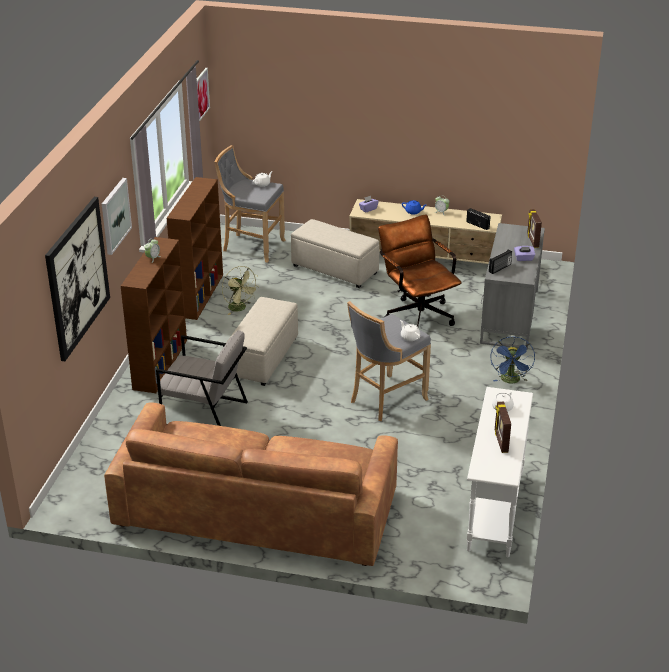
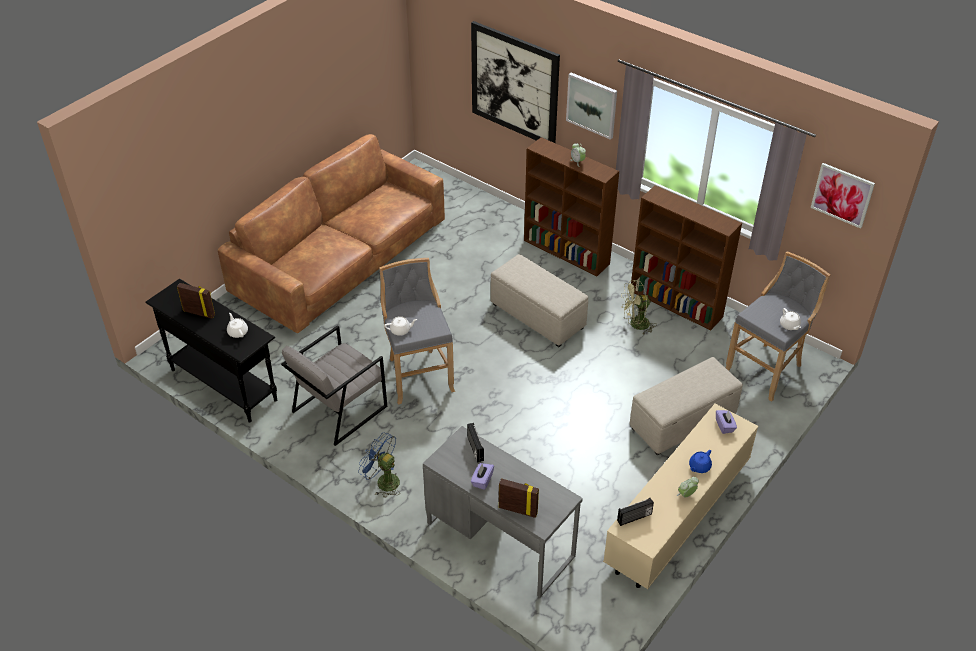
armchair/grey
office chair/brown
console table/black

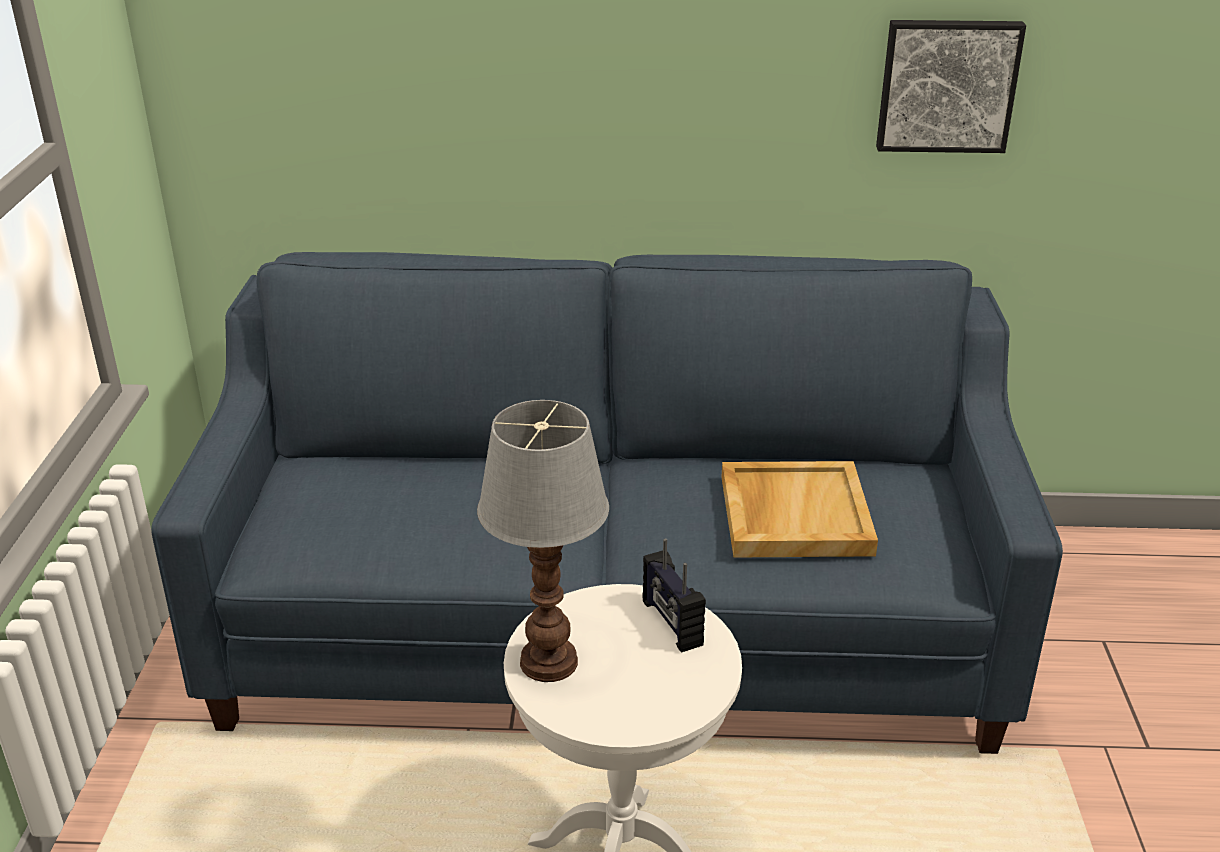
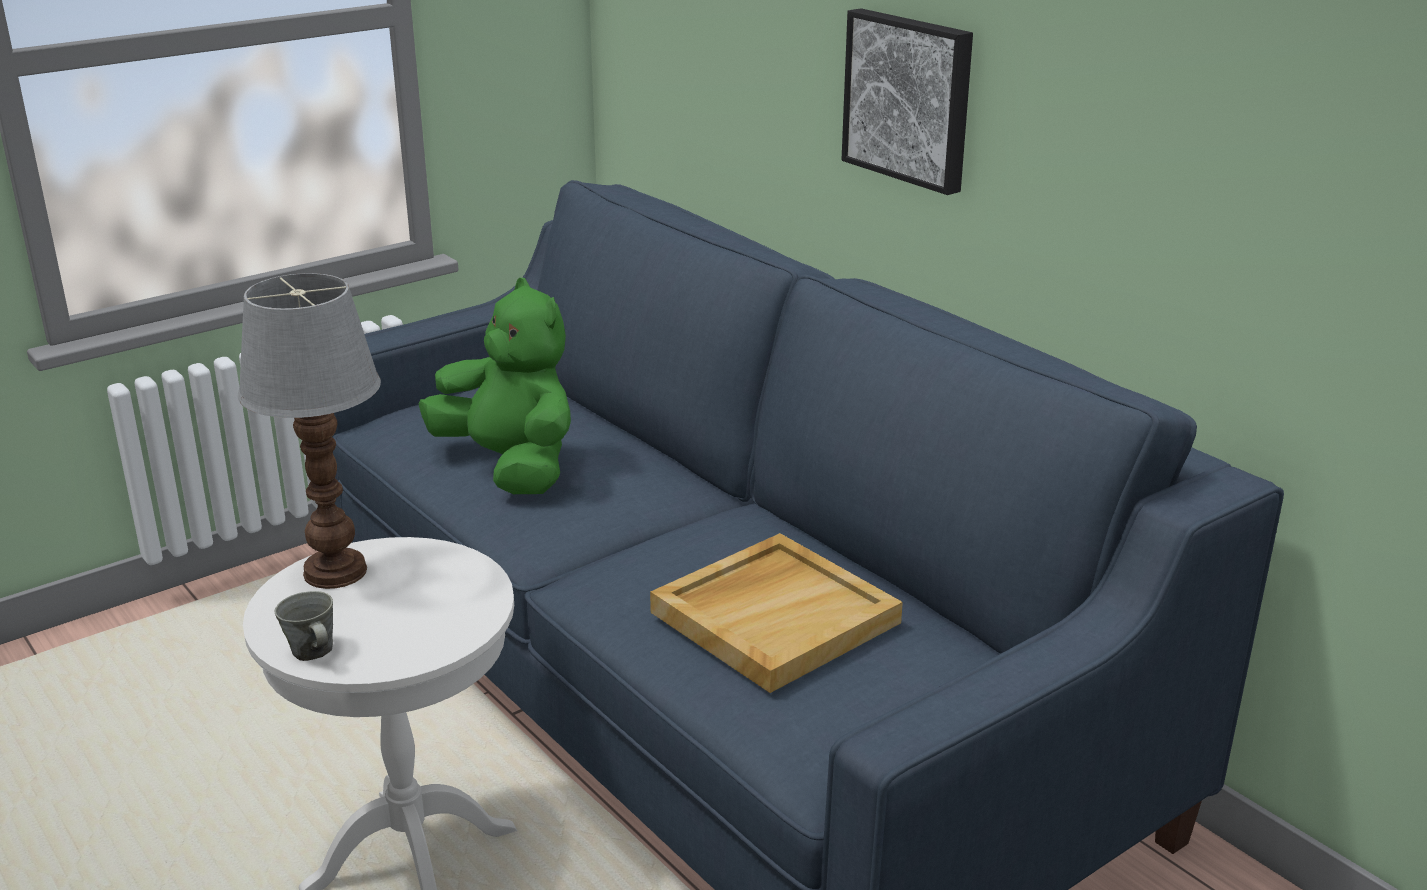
radio
picture
mug/grey
plush toy/green

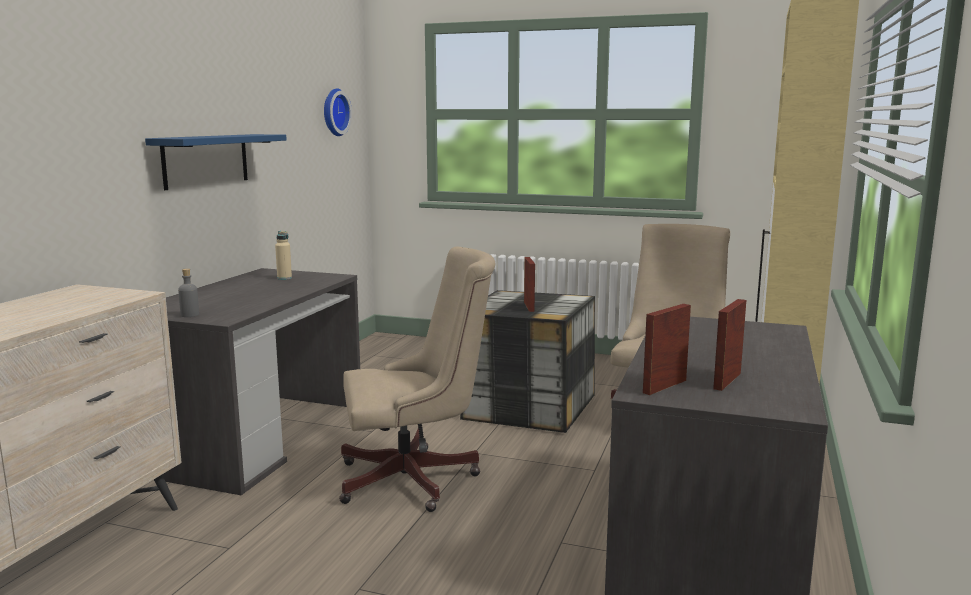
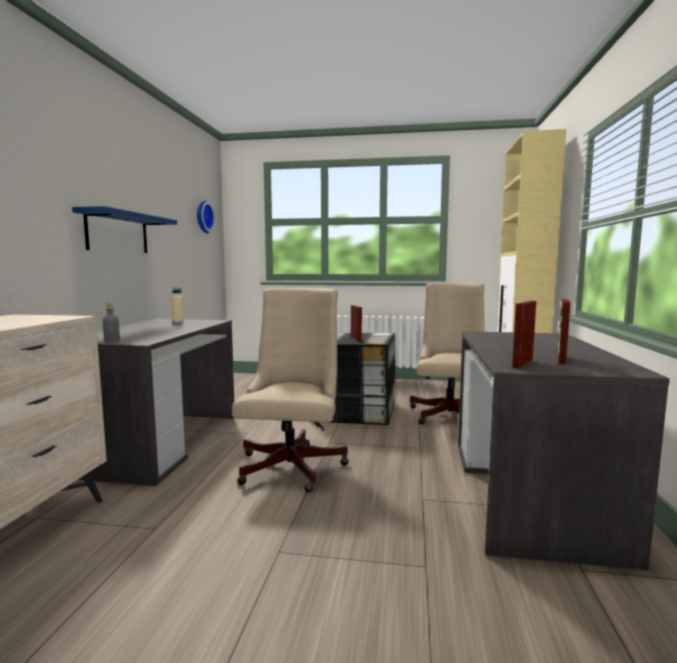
office chair/beige (no. 1 from left)

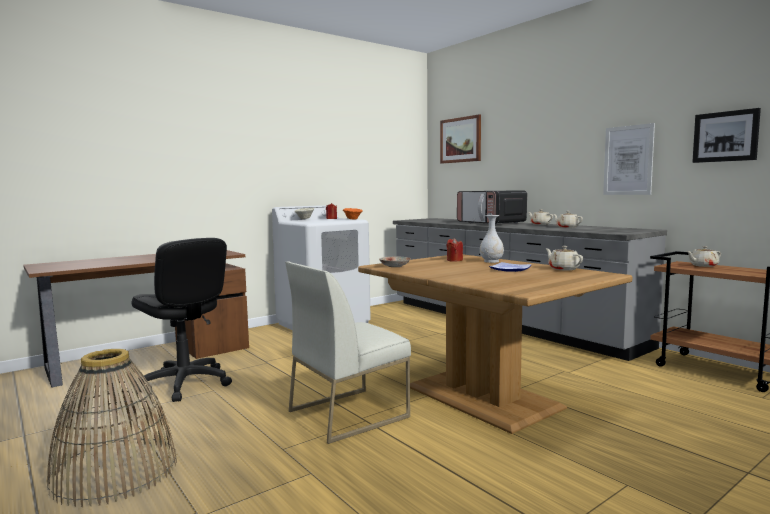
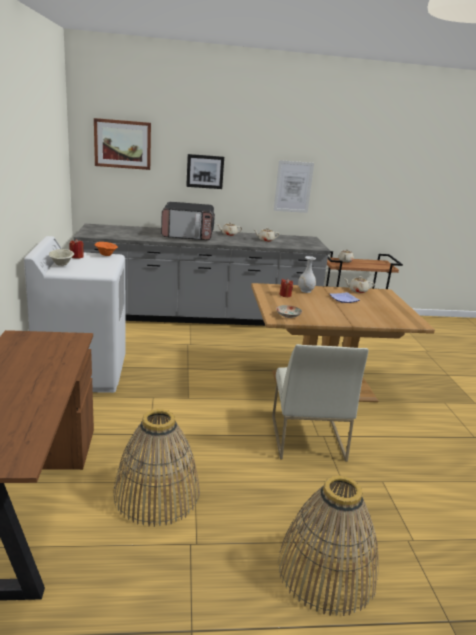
basket (no. 1 from left)
picture (no. 2 from left)

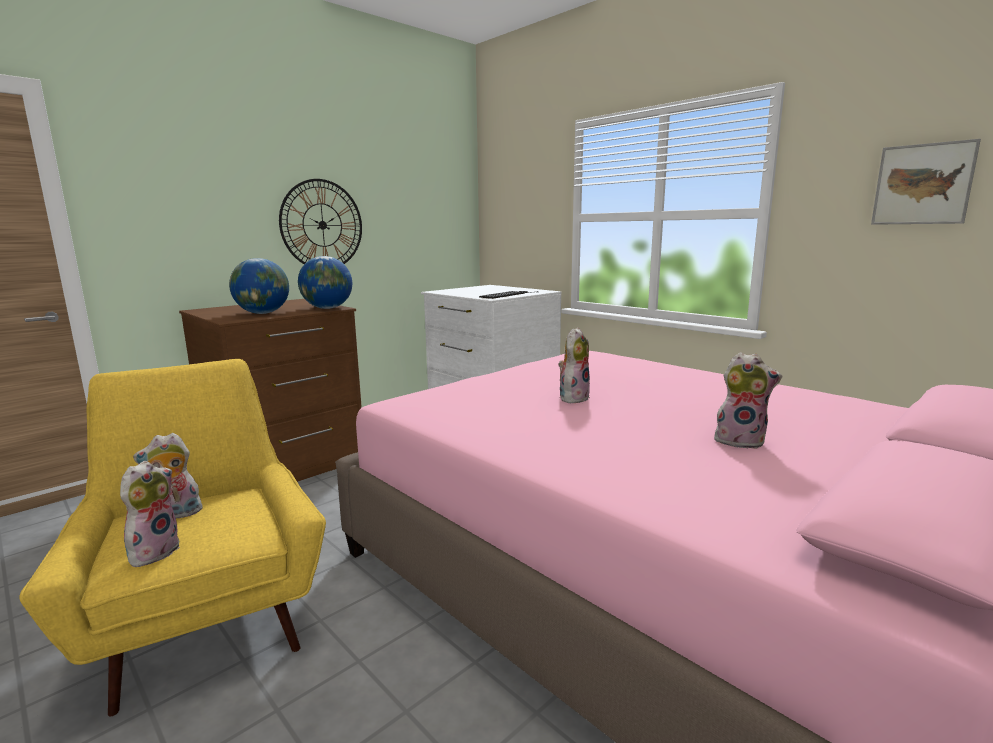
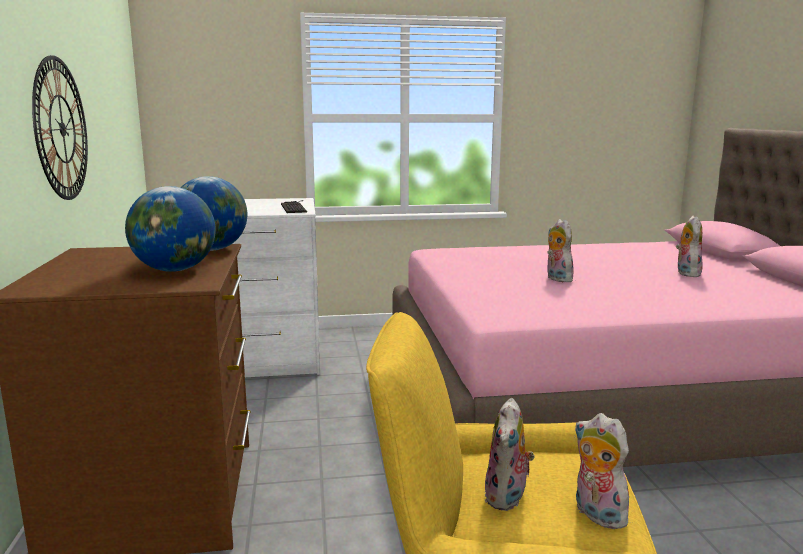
plush toy (no. 4 from left)
picture

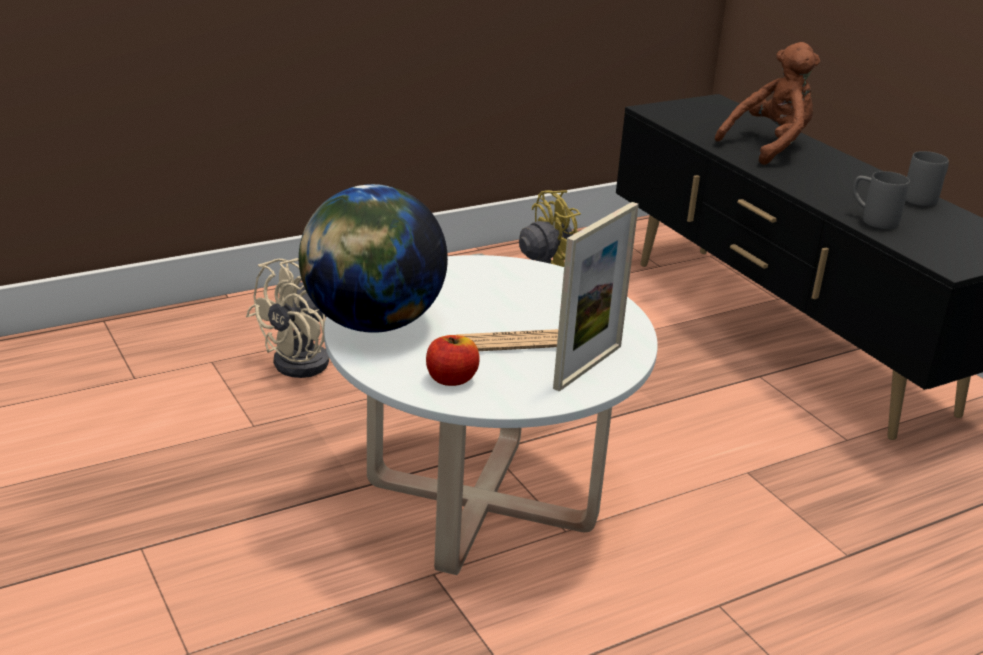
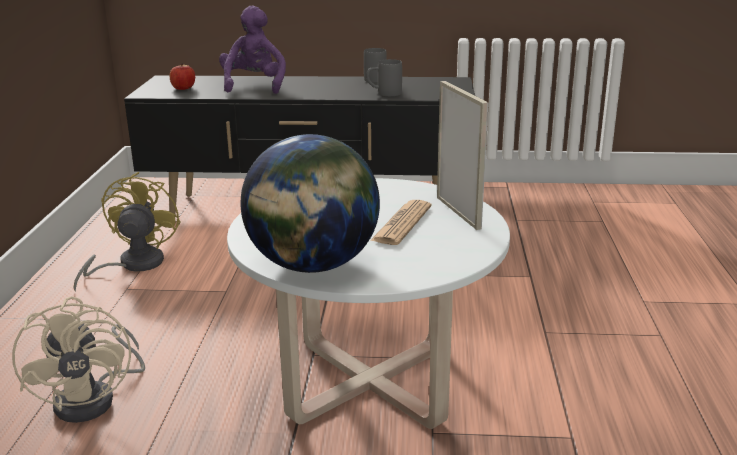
apple
plush toy/purple

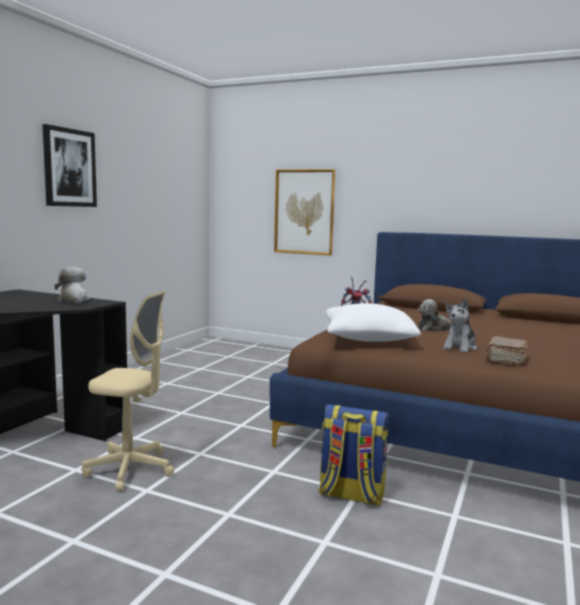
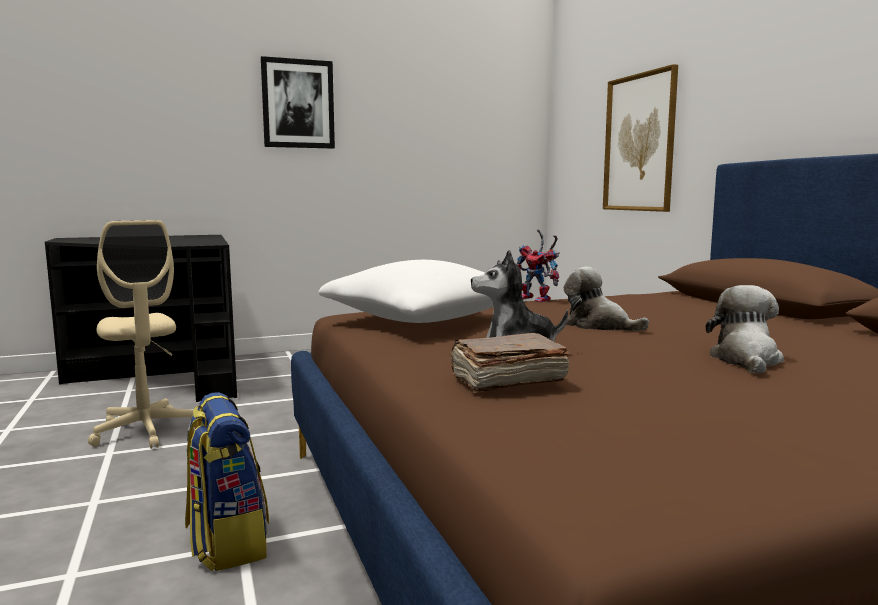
plush toy (no. 3 from left)

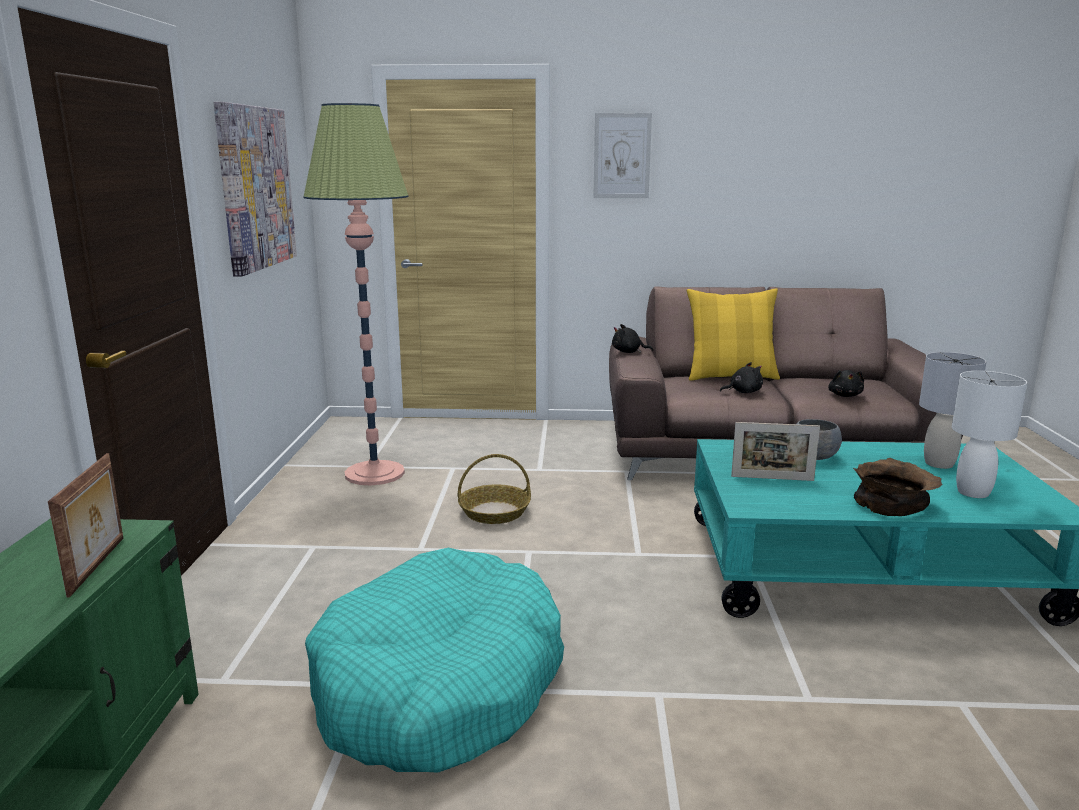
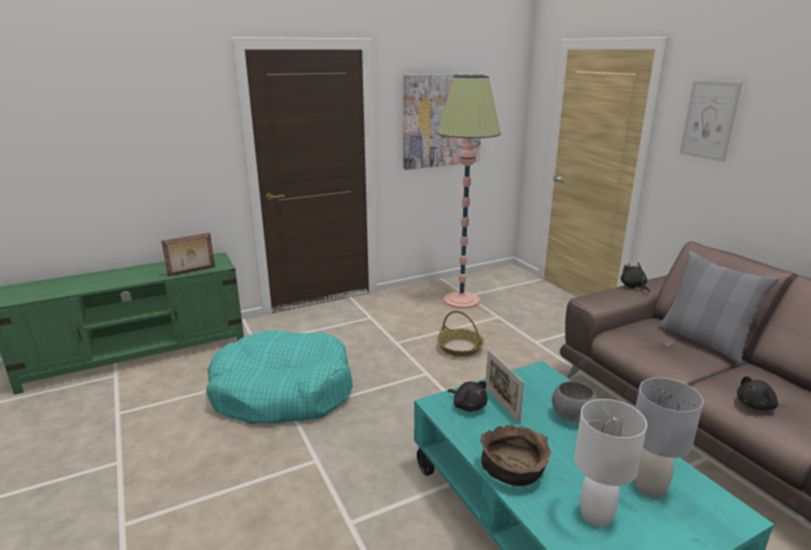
pillow/grey
plush toy/black (no. 1 from left)

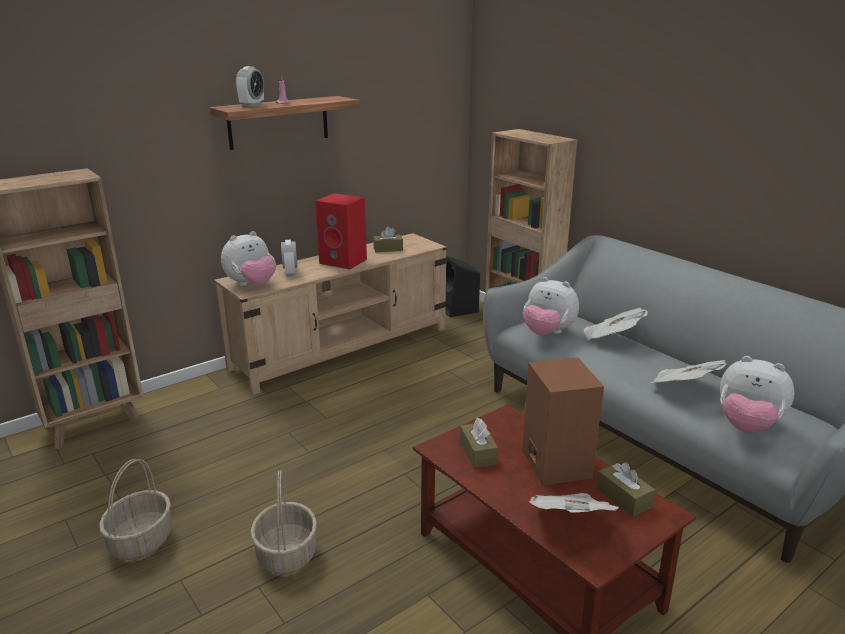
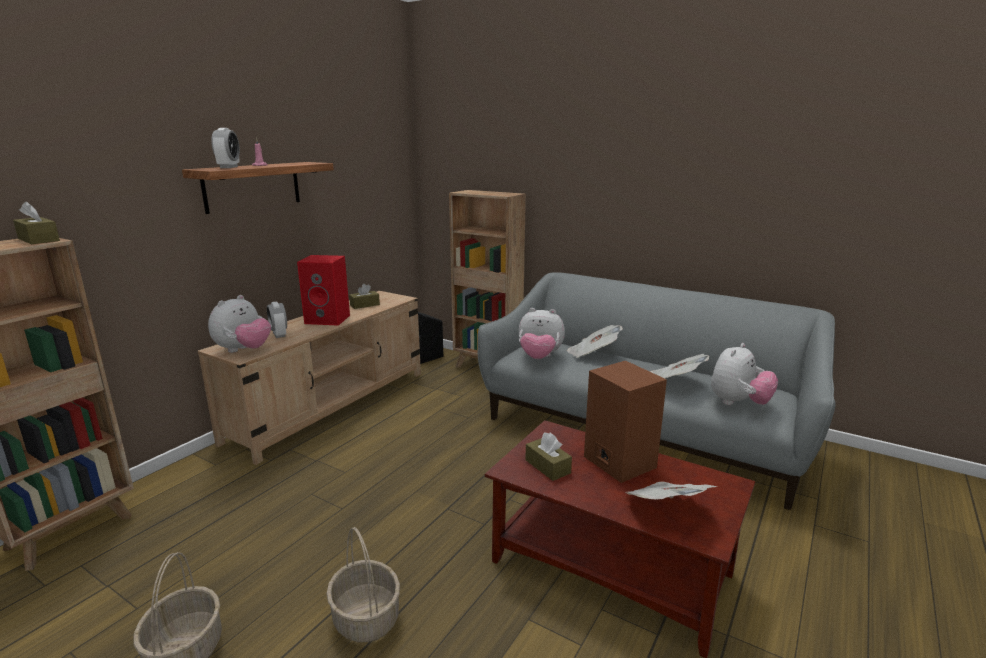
tissue box/brown (no. 1 from left)
plush toy (no. 3 from left)

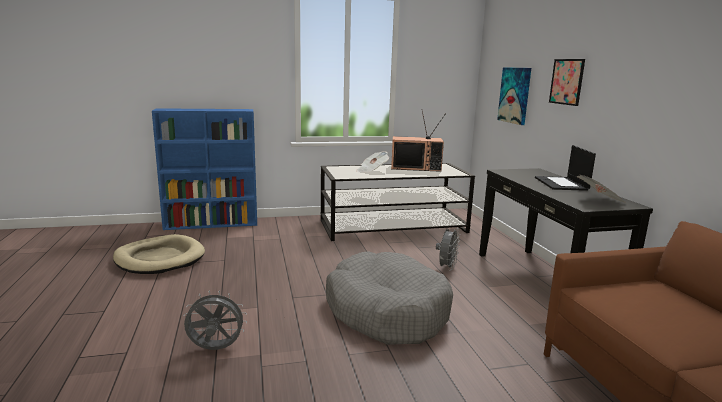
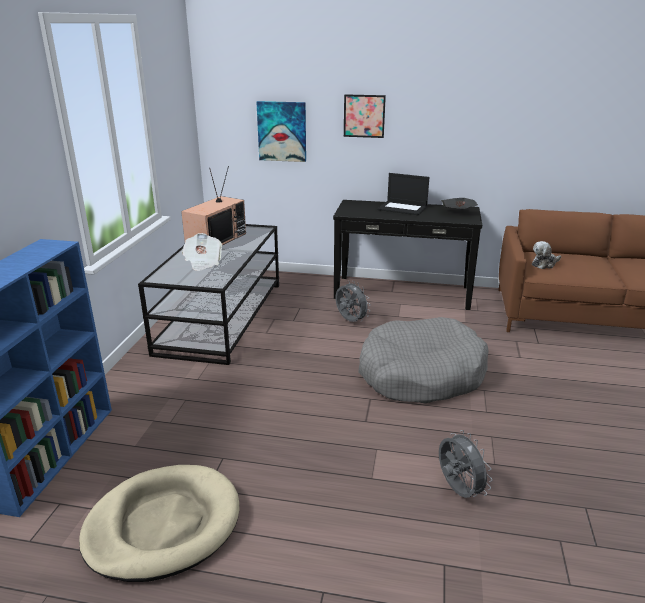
fan/grey (no. 2 from left)
plush toy

